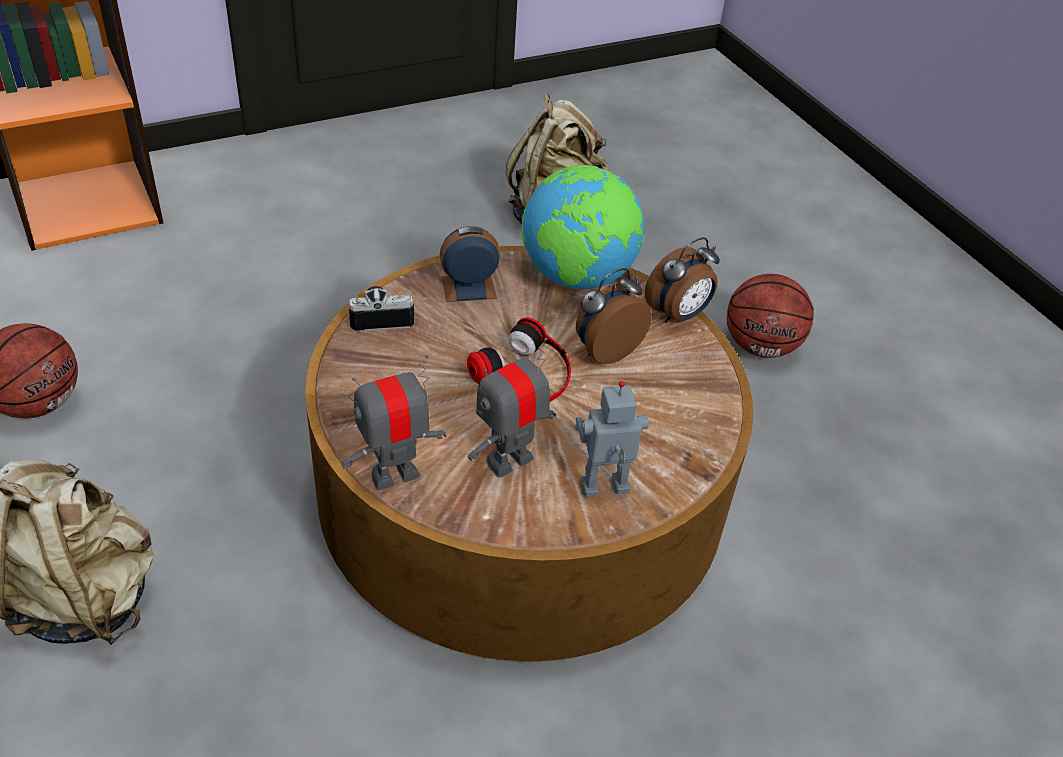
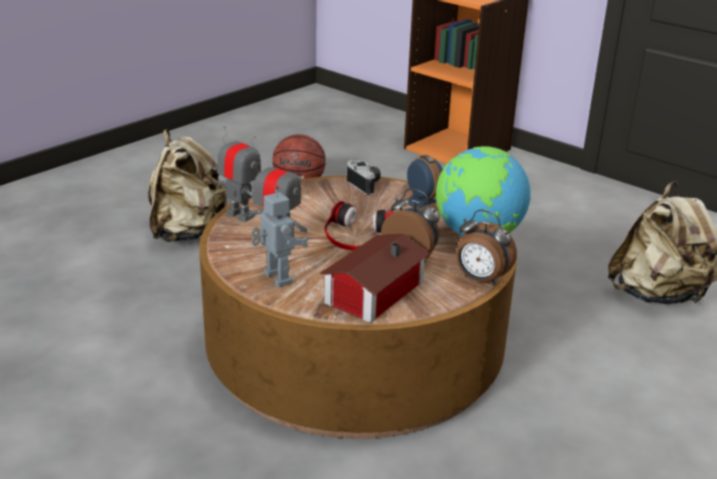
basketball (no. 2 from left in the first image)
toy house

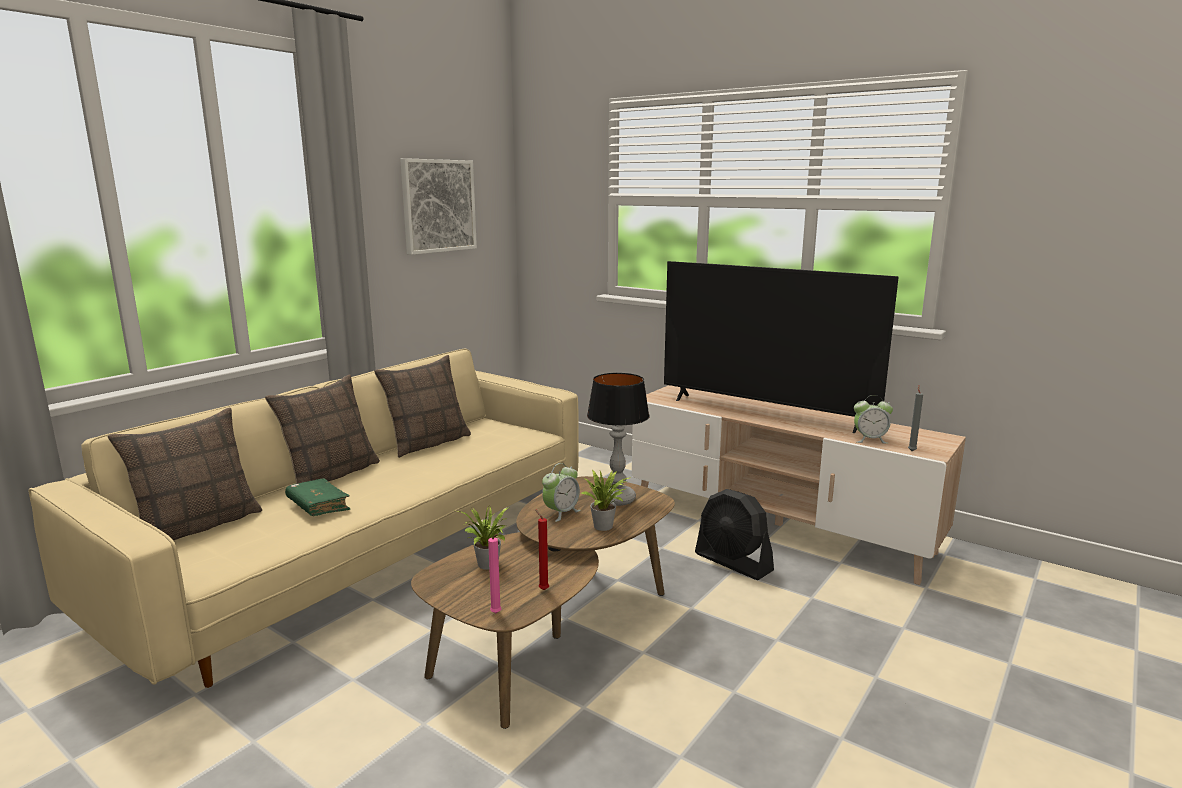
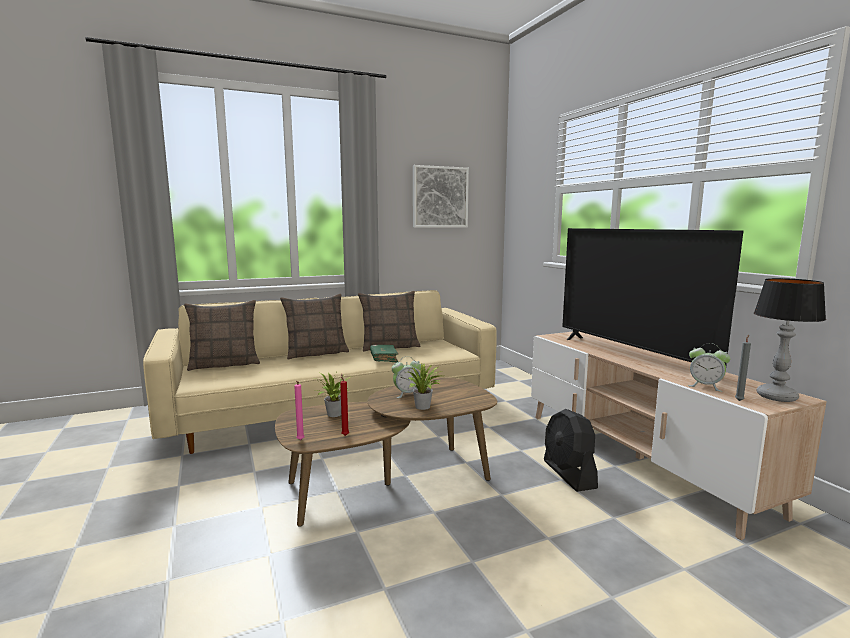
book/green
table lamp

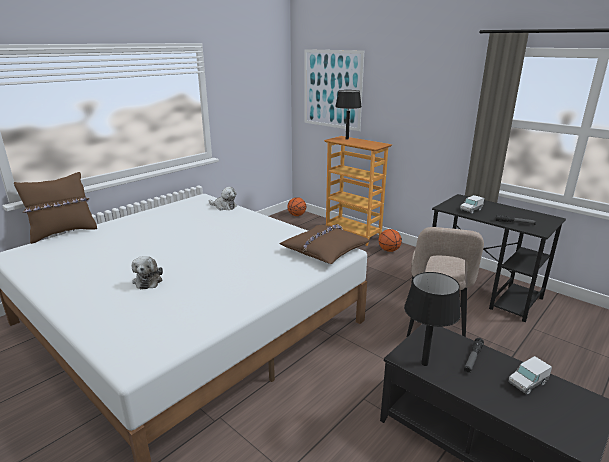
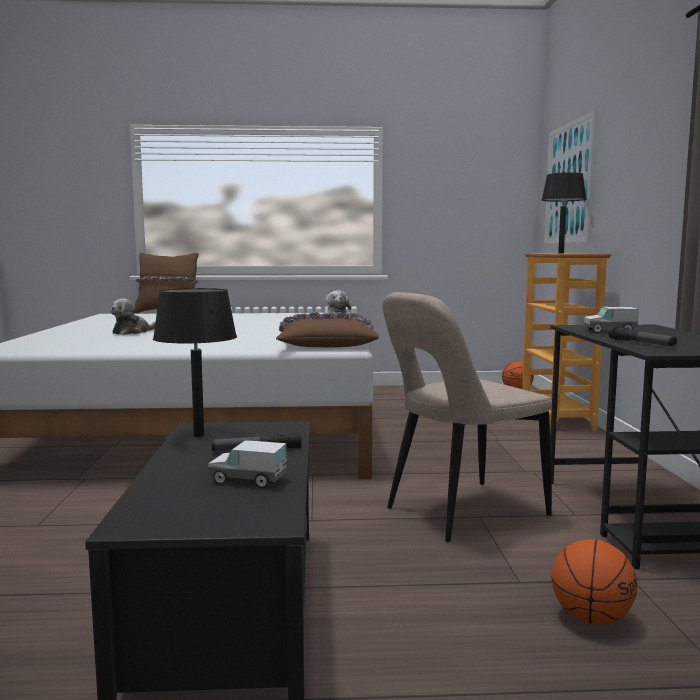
basketball (no. 2 from left)

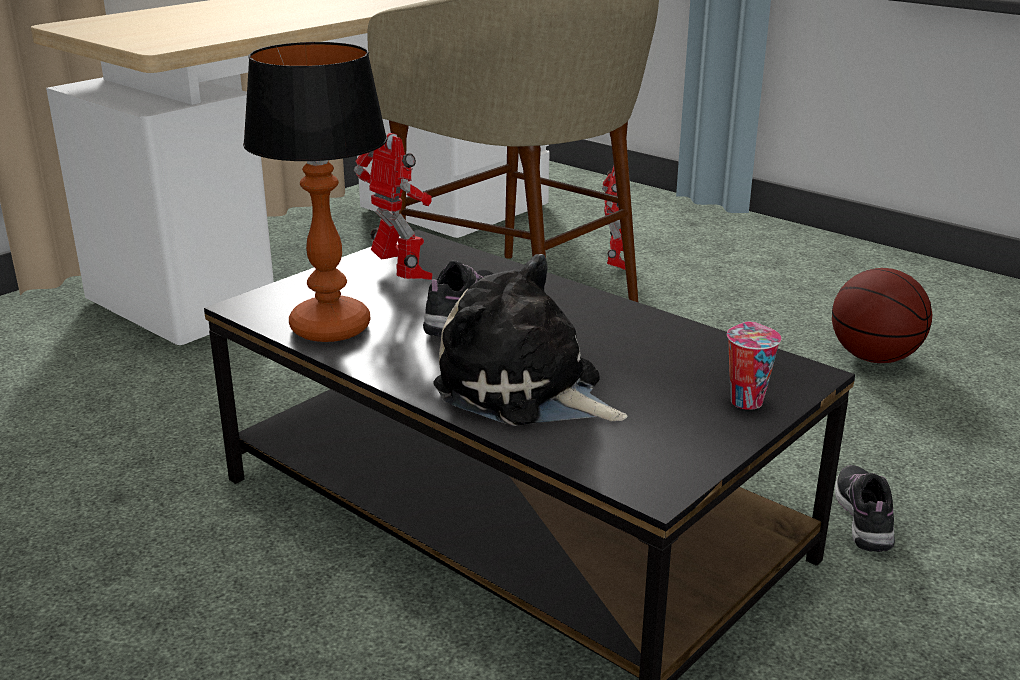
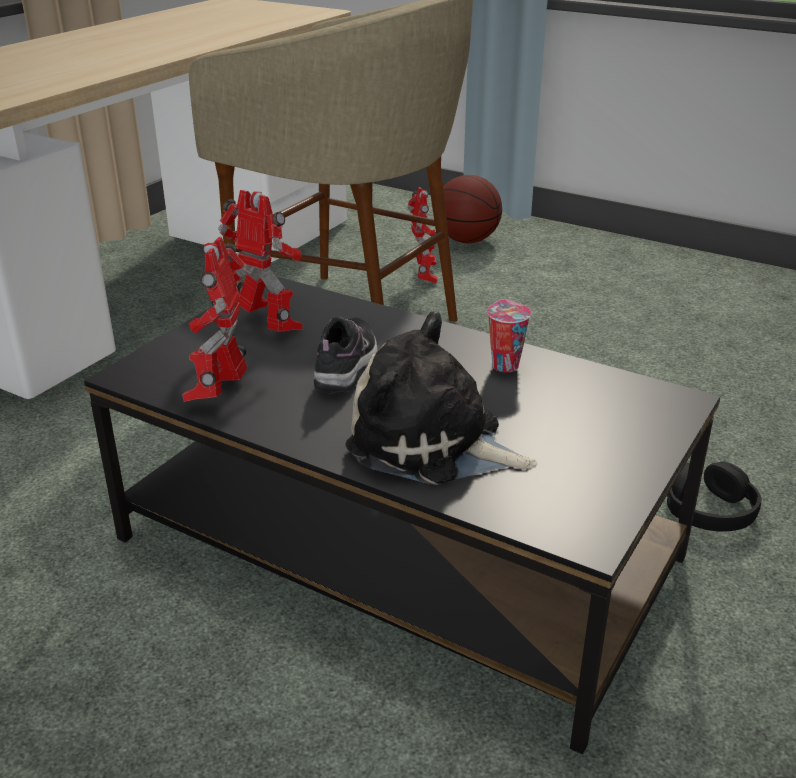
toy robot (no. 1 from left)
cup
basketball
headphones/black

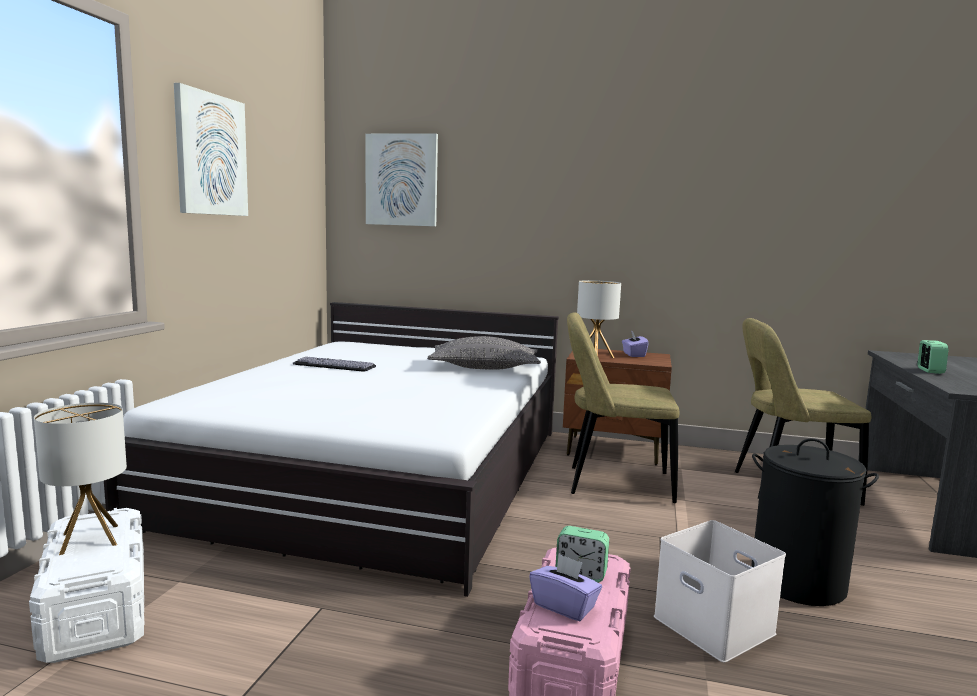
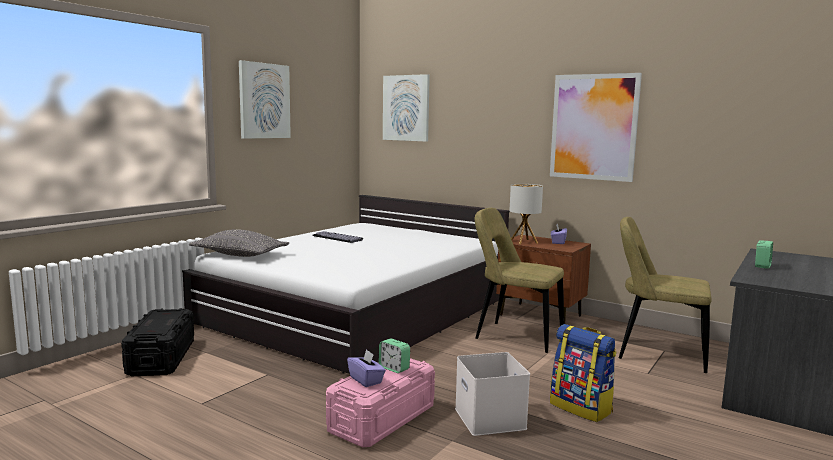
storage box/black
table lamp (no. 1 from left in the first image)
pillow/grey
backpack
picture (no. 3 from left)

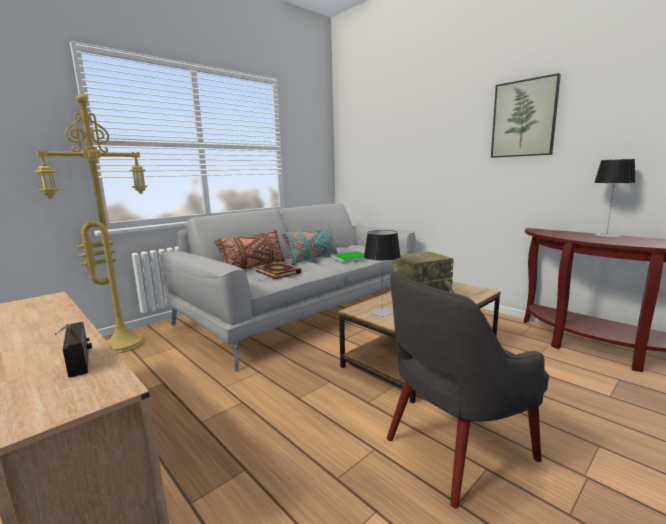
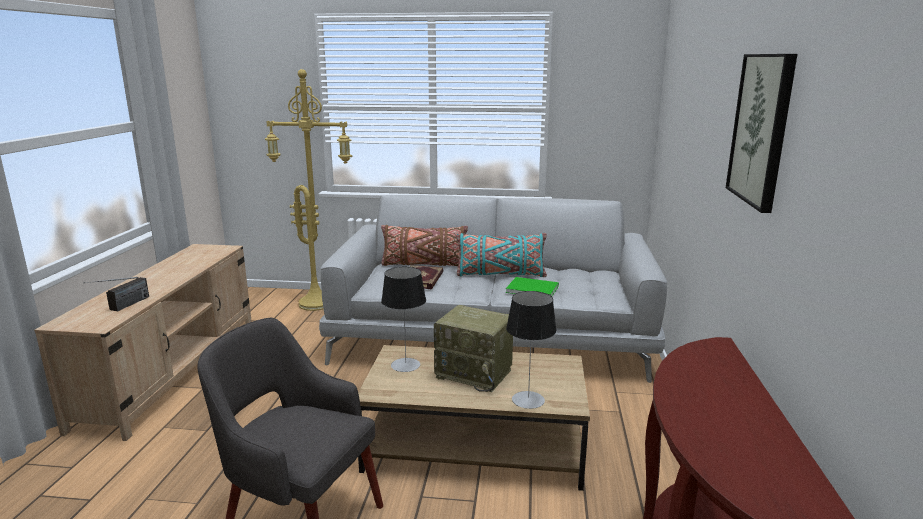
table lamp (no. 2 from left)

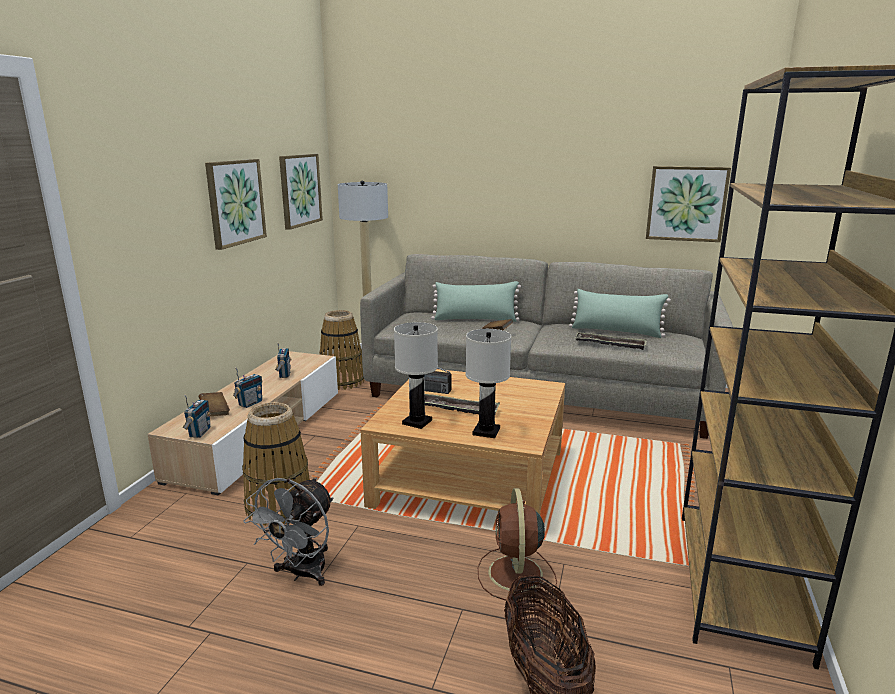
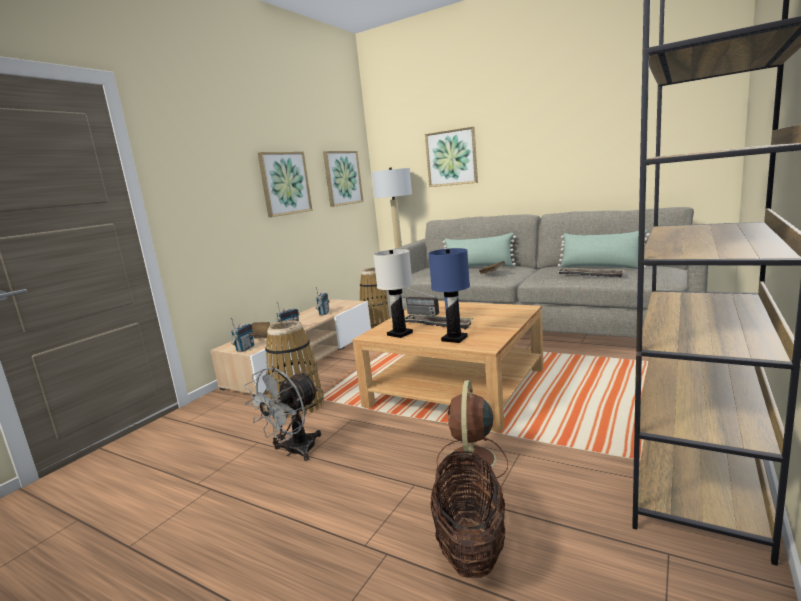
table lamp/blue
picture (no. 3 from left)

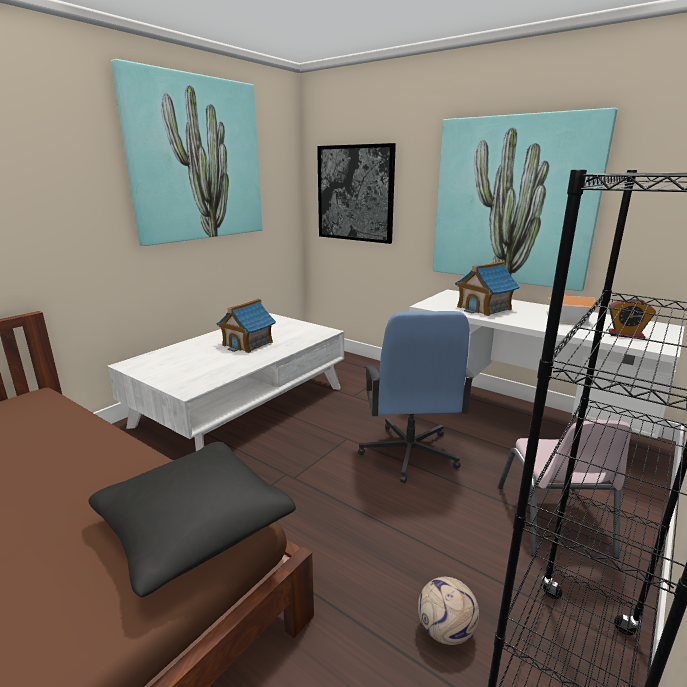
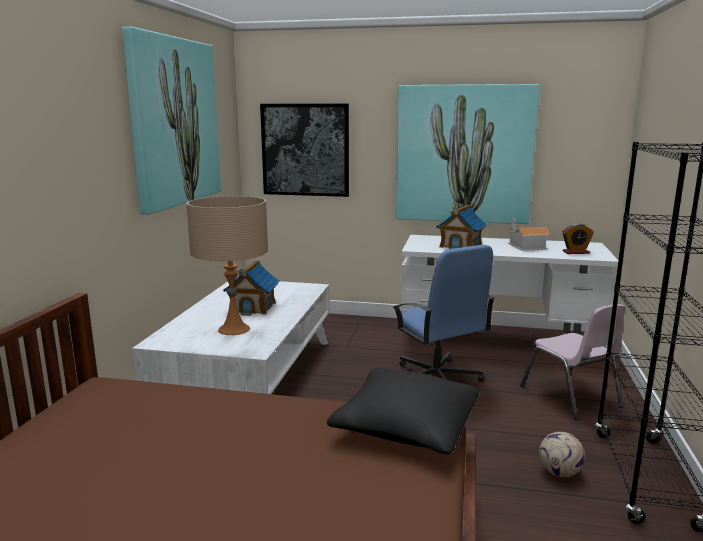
table lamp/beige

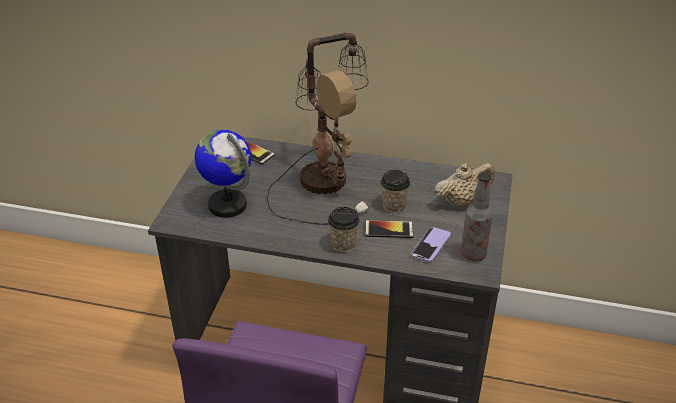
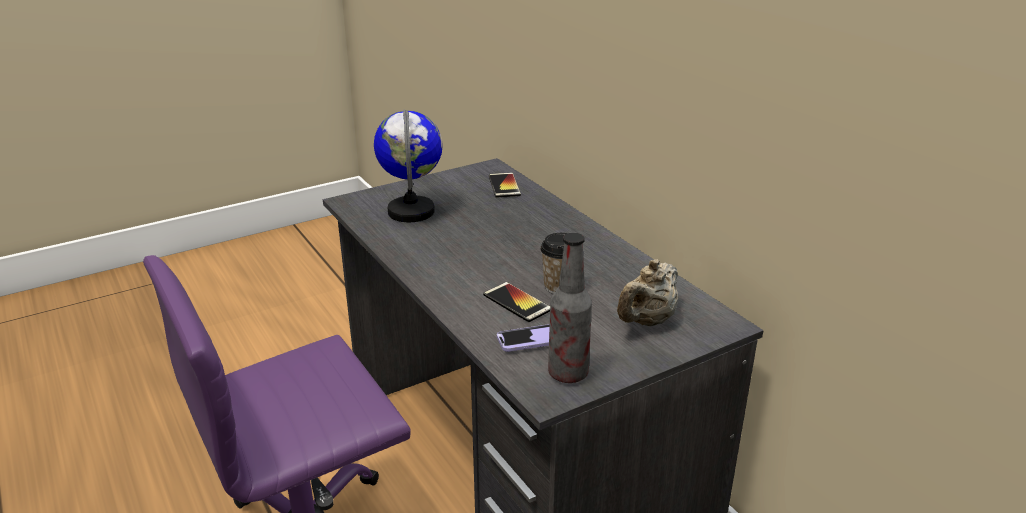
table lamp
cup (no. 1 from left in the first image)
teapot/beige

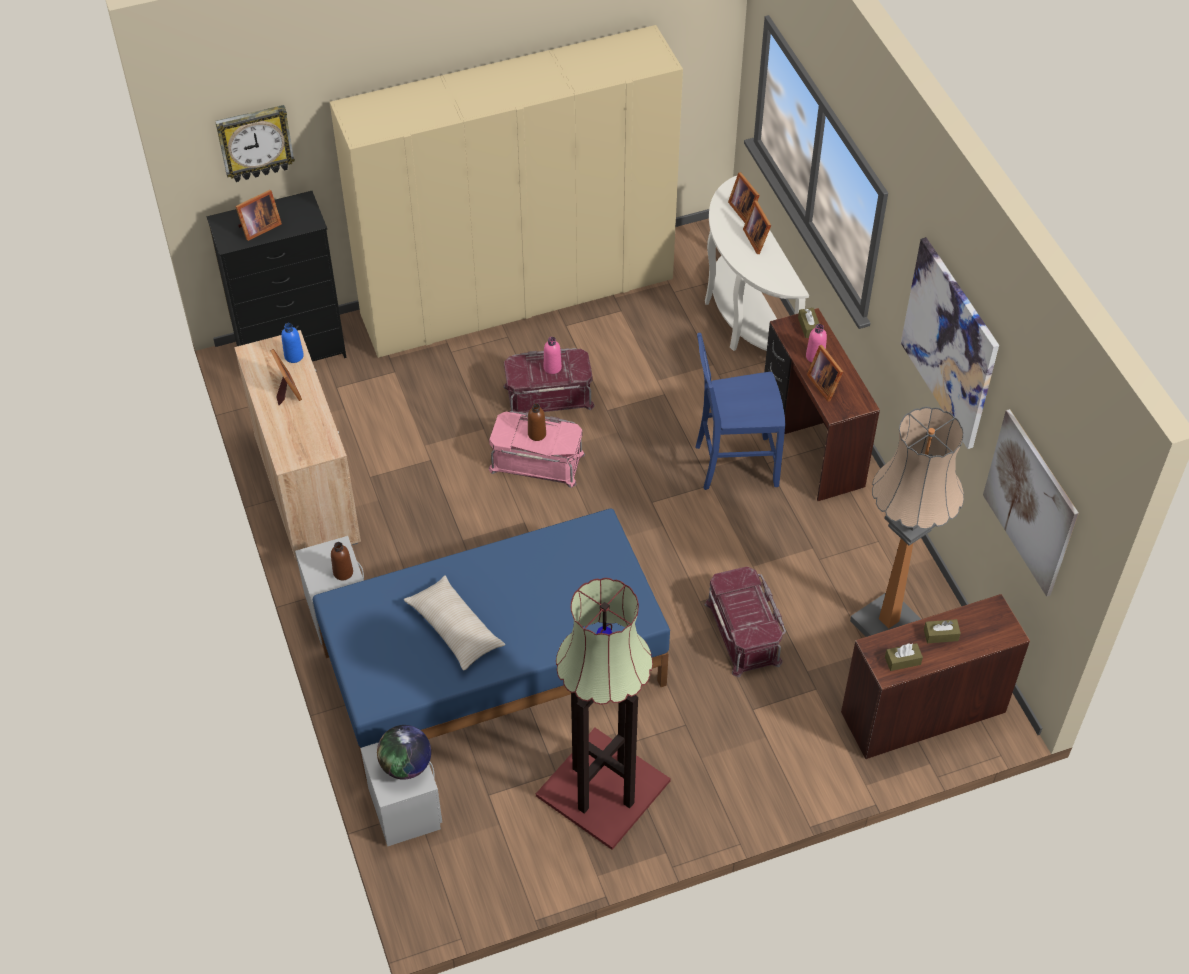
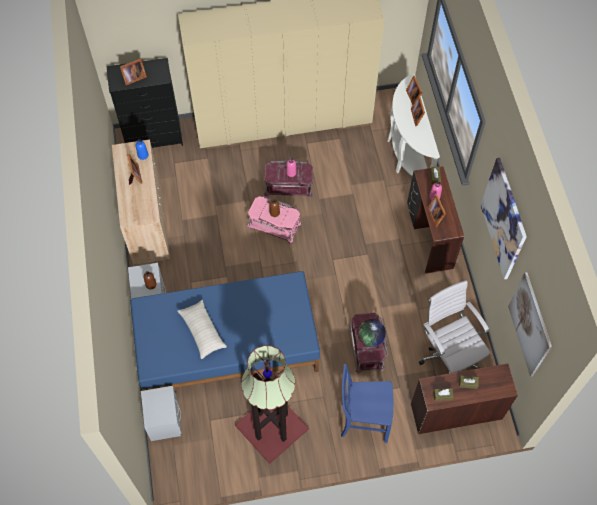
wall clock
globe
chair/blue
office chair/white

